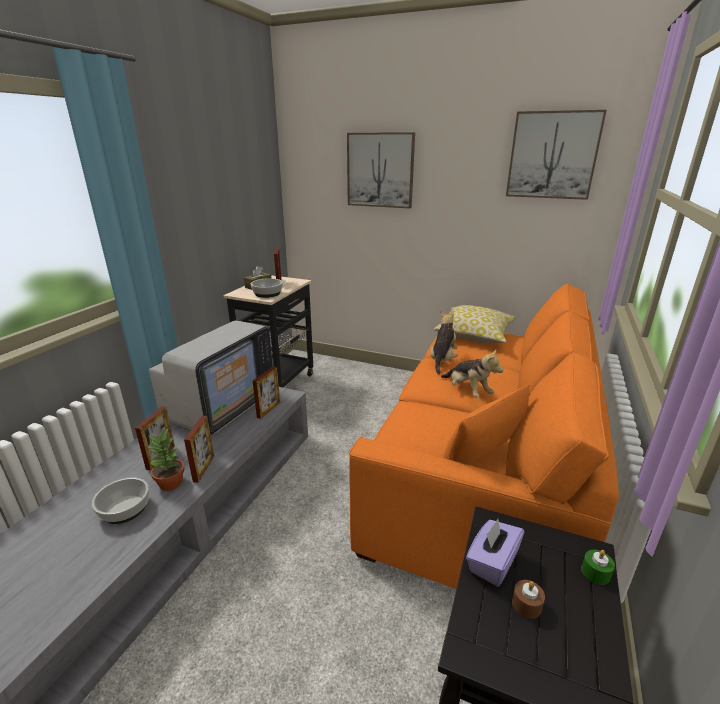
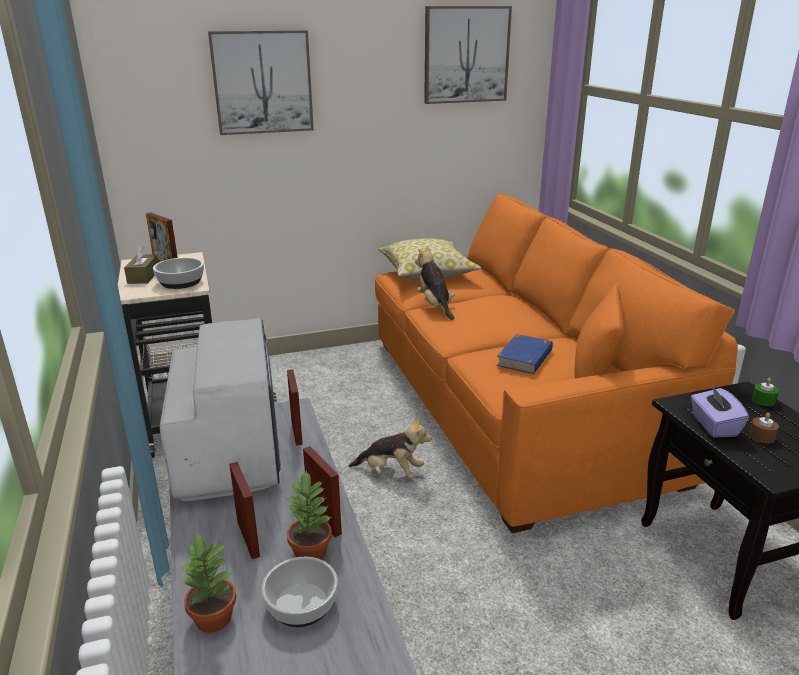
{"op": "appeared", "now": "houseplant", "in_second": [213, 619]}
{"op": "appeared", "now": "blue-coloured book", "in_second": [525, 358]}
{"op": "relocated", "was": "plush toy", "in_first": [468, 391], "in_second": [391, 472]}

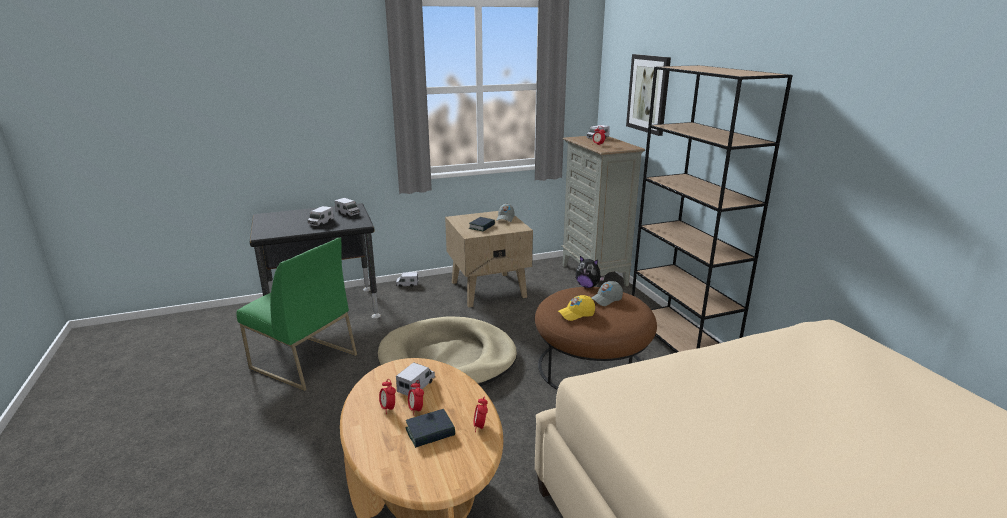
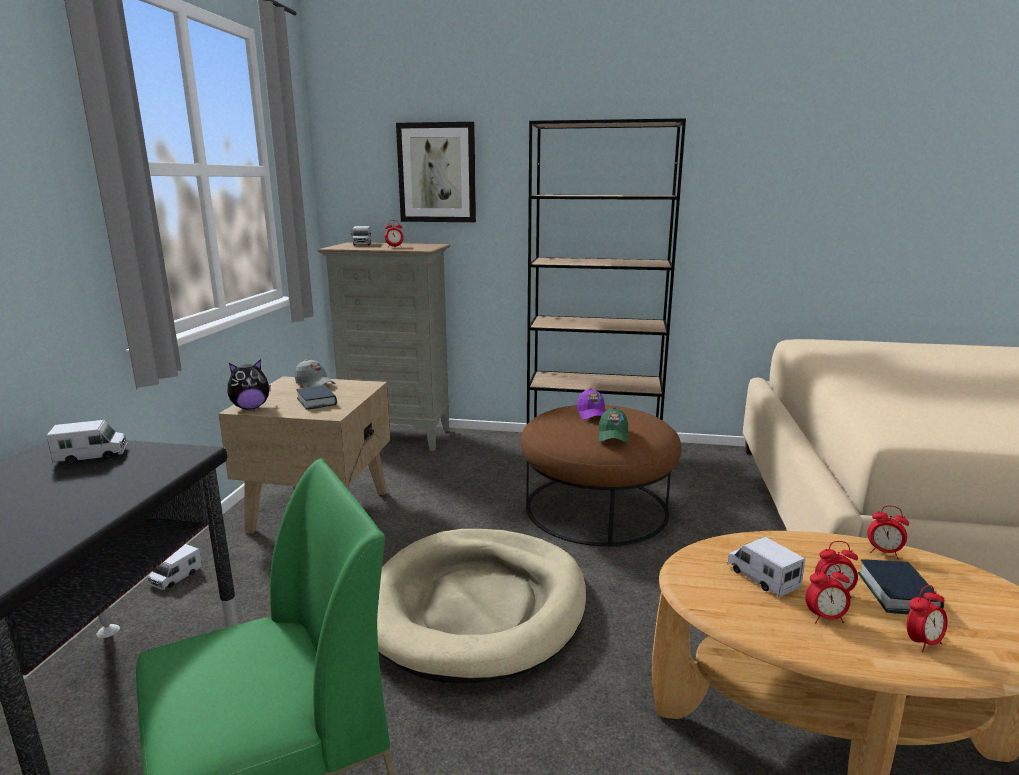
{"op": "missing", "was": "toy lorry", "in_first": [321, 223]}
{"op": "appeared", "now": "bedside clock", "in_second": [922, 642]}
{"op": "relocated", "was": "plush toy", "in_first": [588, 286], "in_second": [250, 407]}
{"op": "colour", "was": "yellow baseball cap", "now": "green-coloured baseball cap", "in_first": [576, 314], "in_second": [613, 436]}
{"op": "colour", "was": "grey baseball cap", "now": "purple baseball cap", "in_first": [606, 299], "in_second": [592, 414]}

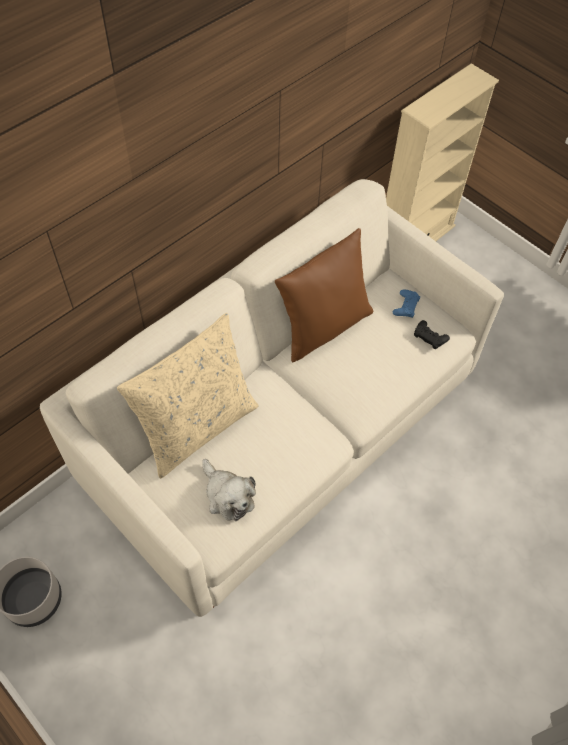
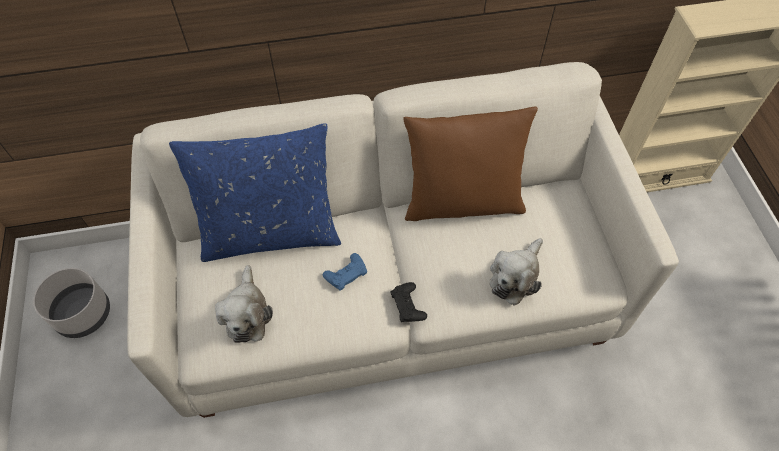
{"op": "appeared", "now": "plush toy", "in_second": [515, 276]}
{"op": "relocated", "was": "blue-coloured joypad", "in_first": [406, 306], "in_second": [346, 274]}
{"op": "relocated", "was": "black joypad", "in_first": [430, 337], "in_second": [408, 305]}
{"op": "colour", "was": "sand-coloured throw pillow", "now": "blue-coloured throw pillow", "in_first": [197, 426], "in_second": [271, 232]}

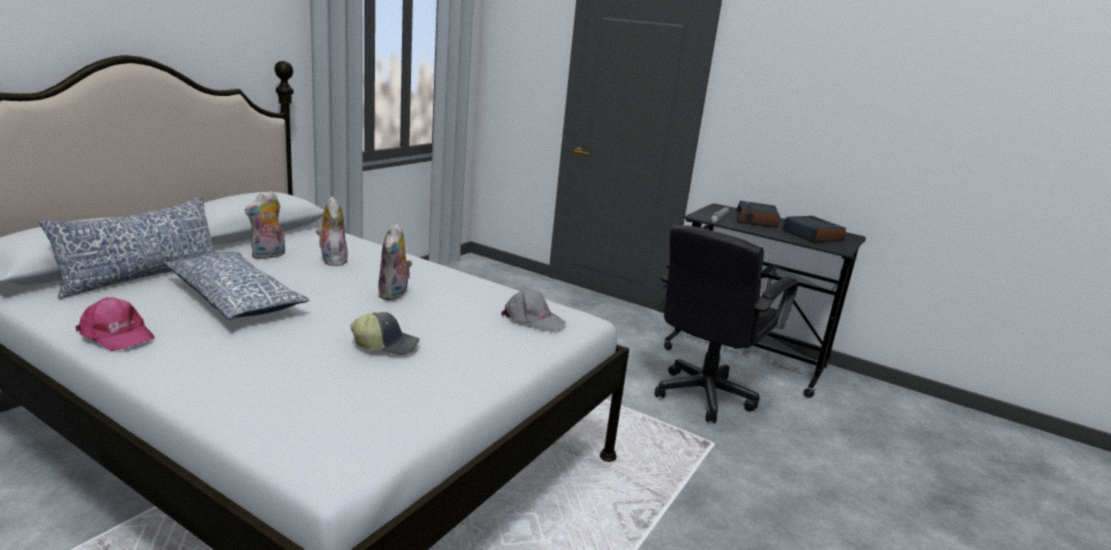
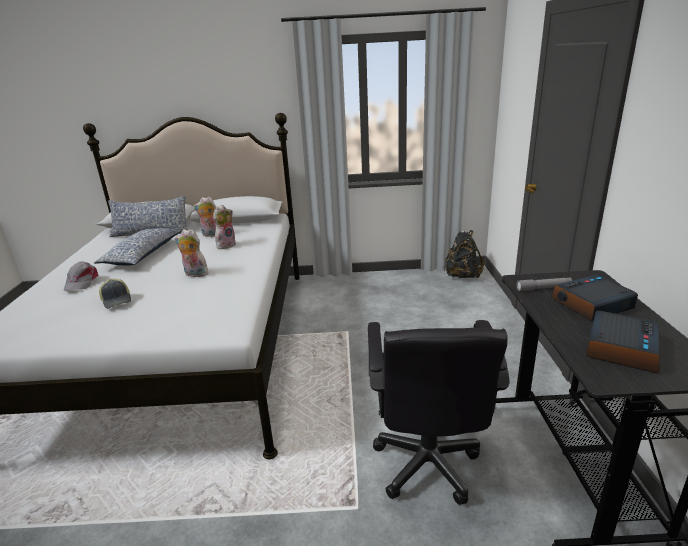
{"op": "missing", "was": "pink-coloured baseball cap", "in_first": [116, 335]}
{"op": "appeared", "now": "black rucksack", "in_second": [462, 276]}
{"op": "relocated", "was": "grey baseball cap", "in_first": [532, 319], "in_second": [81, 282]}
{"op": "spun", "was": "plush toy", "in_first": [394, 294], "in_second": [194, 274], "clockwise": 45}
{"op": "spun", "was": "black office chair", "in_first": [702, 399], "in_second": [428, 470], "clockwise": -90}

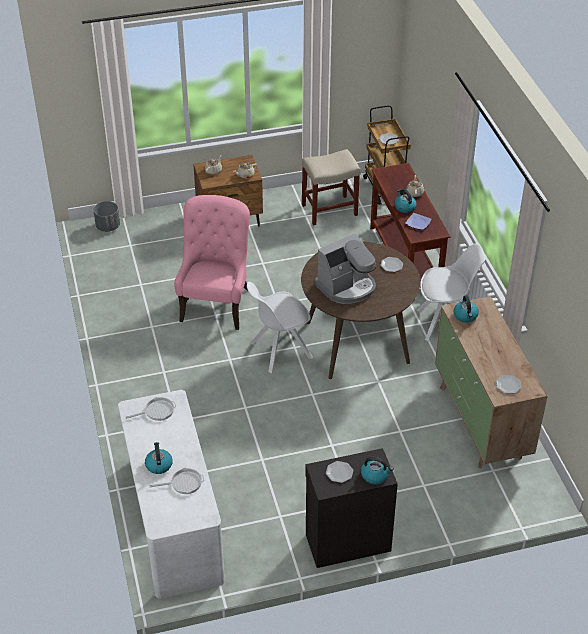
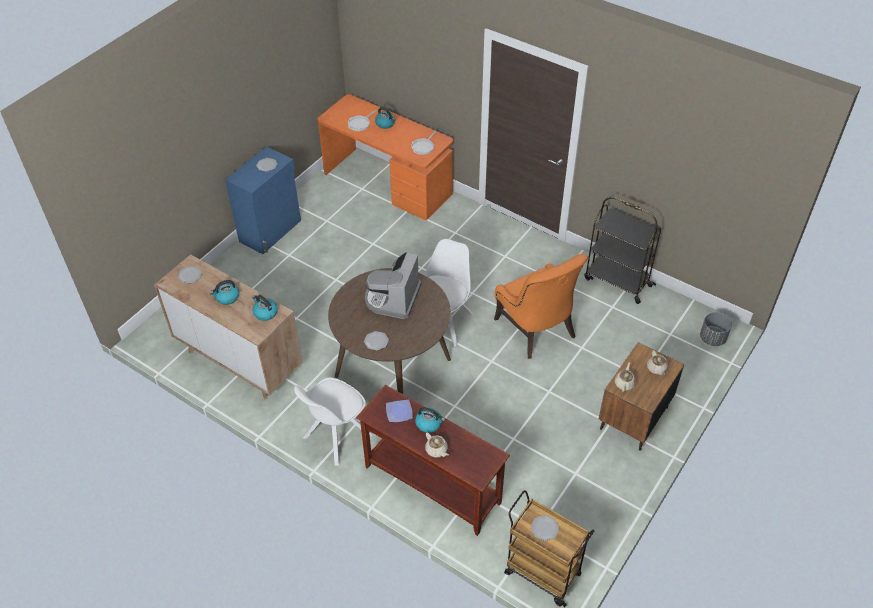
{"op": "missing", "was": "sand-coloured stool", "in_first": [330, 210]}
{"op": "appeared", "now": "black cart", "in_second": [617, 282]}
{"op": "relocated", "was": "tea kettle", "in_first": [375, 475], "in_second": [227, 297]}
{"op": "colour", "was": "whitish desk table", "now": "orange-coloured desk table", "in_first": [173, 520], "in_second": [388, 183]}
{"op": "colour", "was": "pink-coloured plain chair", "now": "orange-coloured plain chair", "in_first": [216, 304], "in_second": [536, 328]}
{"op": "colour", "was": "black cabinet", "now": "blue-coloured cabinet", "in_first": [347, 542], "in_second": [271, 231]}

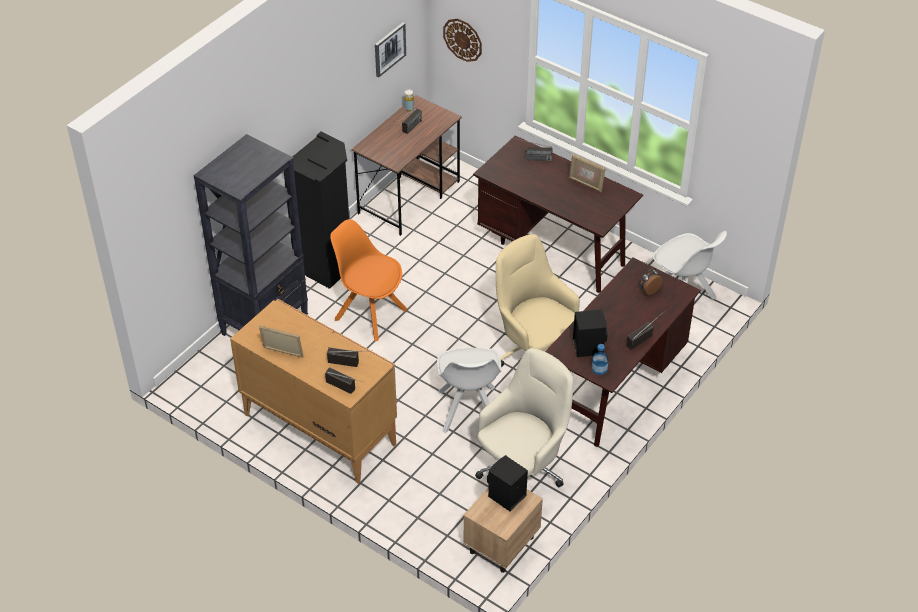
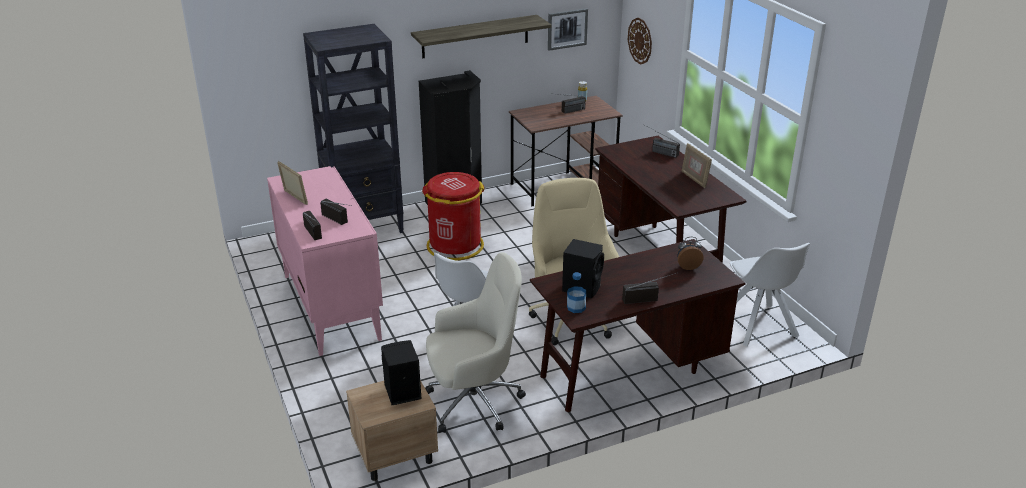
{"op": "appeared", "now": "shelf", "in_second": [475, 36]}
{"op": "exchanged", "was": "orange-coloured plain chair", "now": "reddish trash can", "in_first": [370, 314], "in_second": [455, 246]}
{"op": "colour", "was": "brownish cabinet", "now": "pink-coloured cabinet", "in_first": [319, 429], "in_second": [331, 306]}

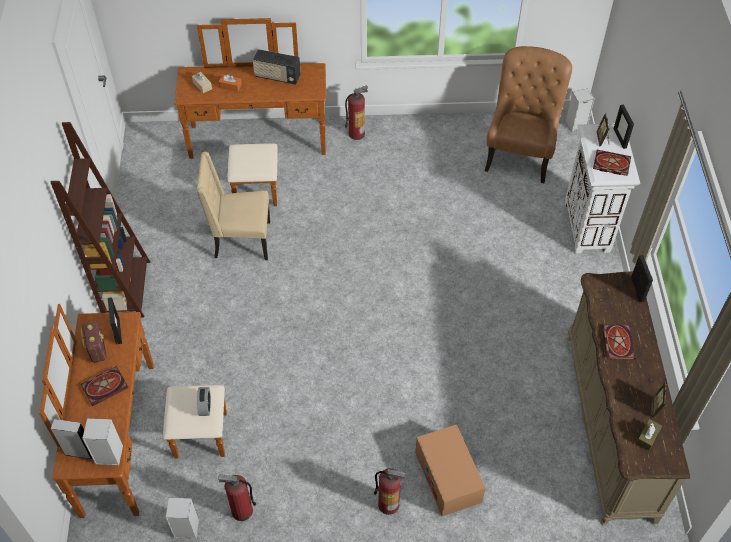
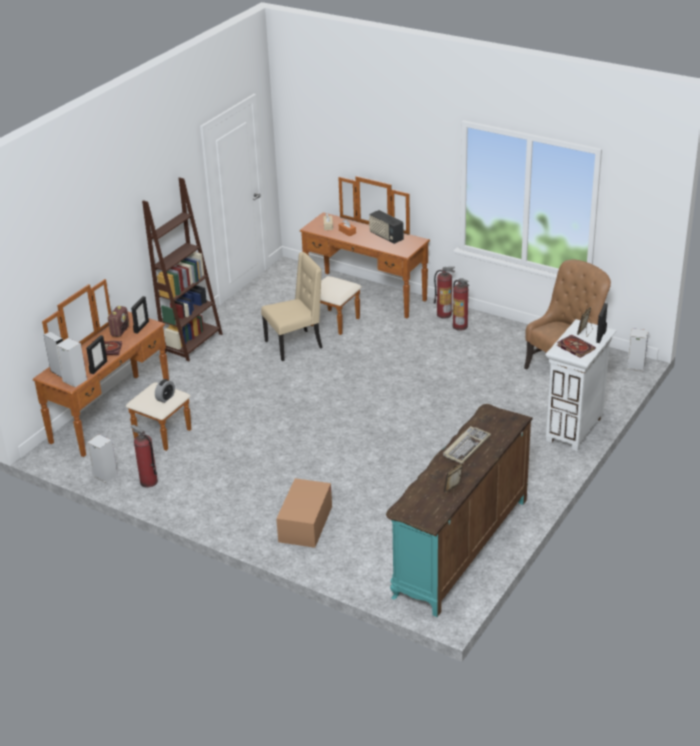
{"op": "missing", "was": "brownish tissue holder", "in_first": [647, 437]}
{"op": "relocated", "was": "extinguisher", "in_first": [389, 504], "in_second": [460, 326]}
{"op": "relocated", "was": "photo frame", "in_first": [636, 289], "in_second": [98, 367]}
{"op": "exchanged", "was": "book", "now": "computer keyboard", "in_first": [617, 342], "in_second": [466, 446]}
{"op": "colour", "was": "sand-coloured cabinet", "now": "blue-green cabinet", "in_first": [607, 425], "in_second": [459, 546]}
{"op": "spun", "was": "sand-coloured plain chair", "in_first": [241, 241], "in_second": [295, 345], "clockwise": 120}

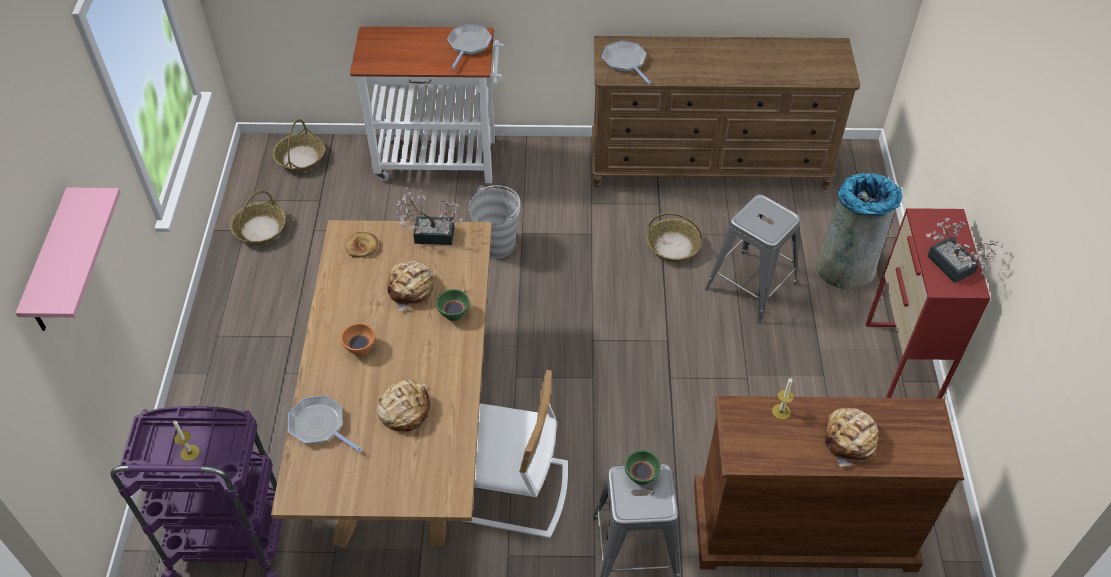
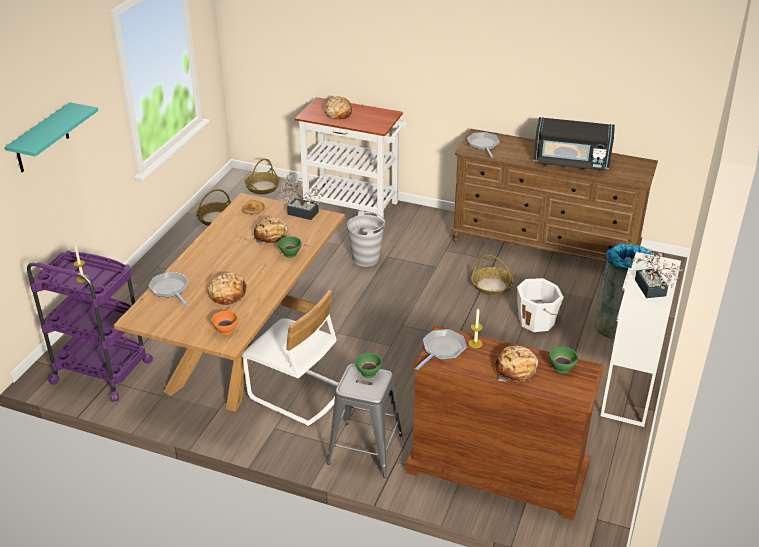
{"op": "appeared", "now": "bread", "in_second": [338, 113]}
{"op": "appeared", "now": "black kitchen microwave", "in_second": [571, 161]}
{"op": "appeared", "now": "green-coloured deep dish", "in_second": [562, 368]}
{"op": "relocated", "was": "orange-coloured deep dish", "in_first": [361, 348], "in_second": [226, 330]}
{"op": "relocated", "was": "pan", "in_first": [468, 45], "in_second": [442, 349]}
{"op": "exchanged", "was": "grey stool", "now": "whitish water bucket", "in_first": [750, 286], "in_second": [537, 321]}
{"op": "colour", "was": "pink-coloured shelf", "now": "blue-green shelf", "in_first": [51, 265], "in_second": [41, 139]}
{"op": "colour", "was": "reddish cabinet", "now": "whitish cabinet", "in_first": [898, 367], "in_second": [627, 394]}

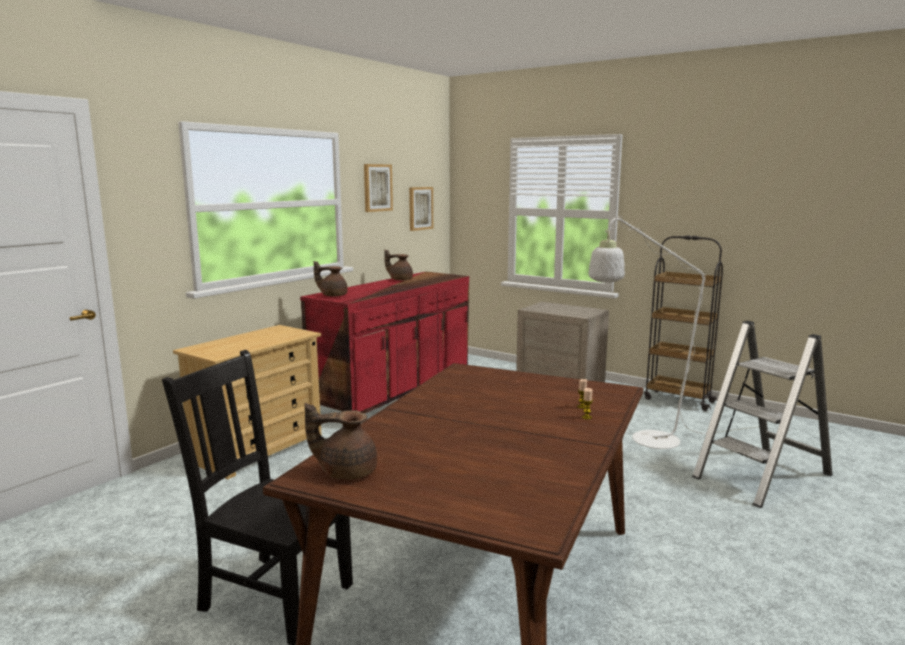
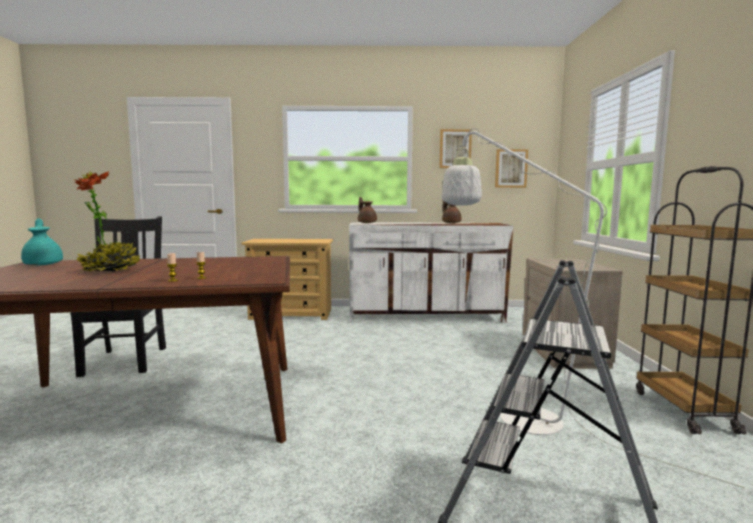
{"op": "appeared", "now": "houseplant", "in_second": [110, 270]}
{"op": "colour", "was": "reddish cabinet", "now": "whitish cabinet", "in_first": [396, 394], "in_second": [426, 316]}
{"op": "colour", "was": "brownish tea pot", "now": "blue-green tea pot", "in_first": [346, 471], "in_second": [44, 264]}

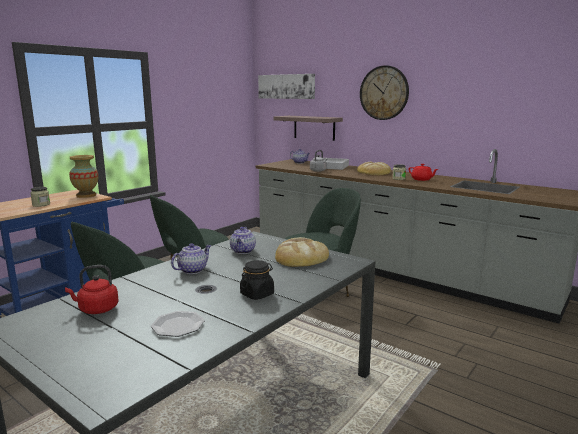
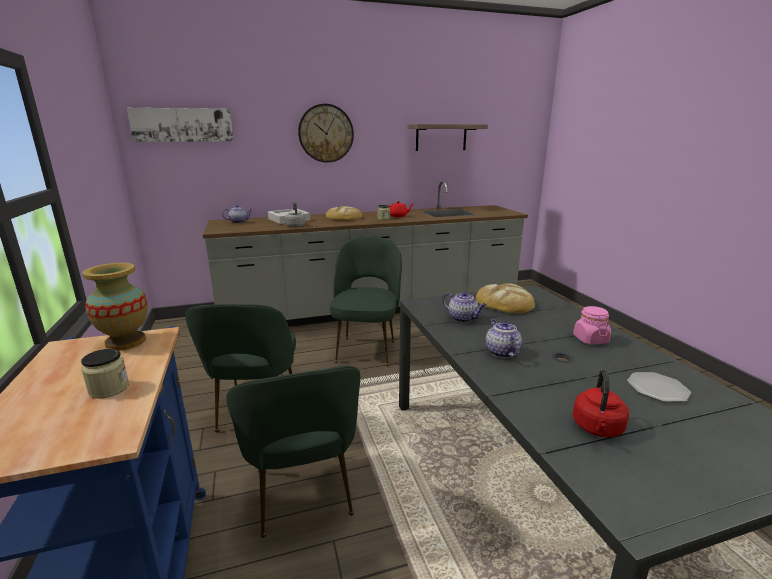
{"op": "relocated", "was": "shelf", "in_first": [314, 127], "in_second": [441, 137]}
{"op": "colour", "was": "black jar", "now": "pink-coloured jar", "in_first": [257, 294], "in_second": [590, 339]}

